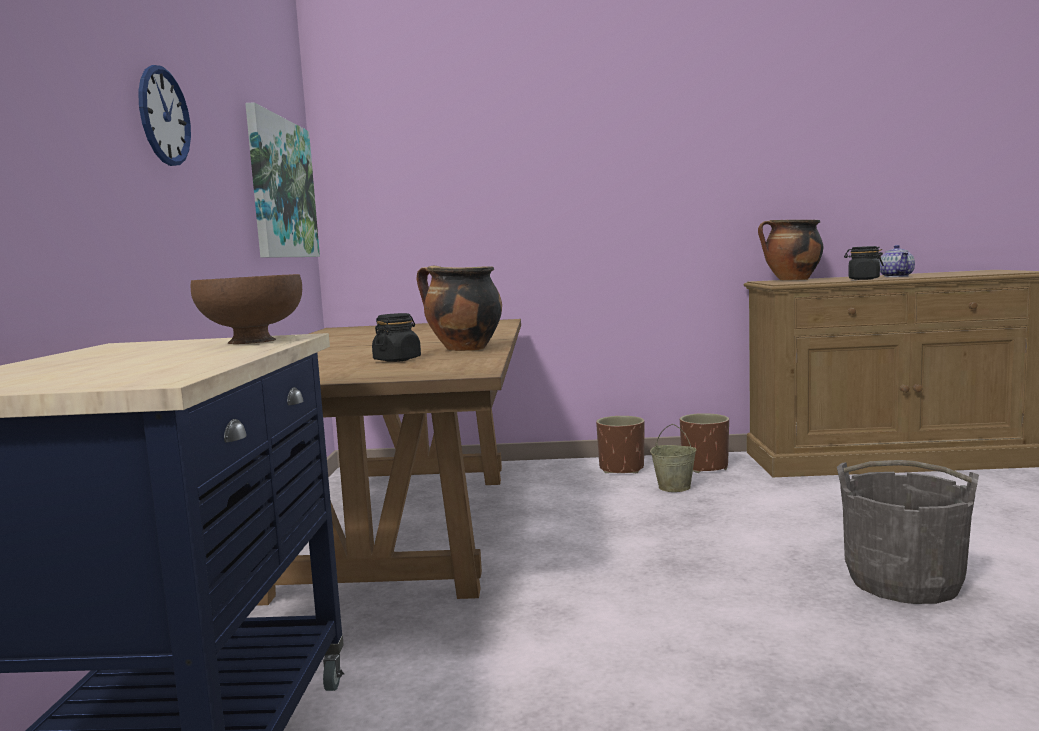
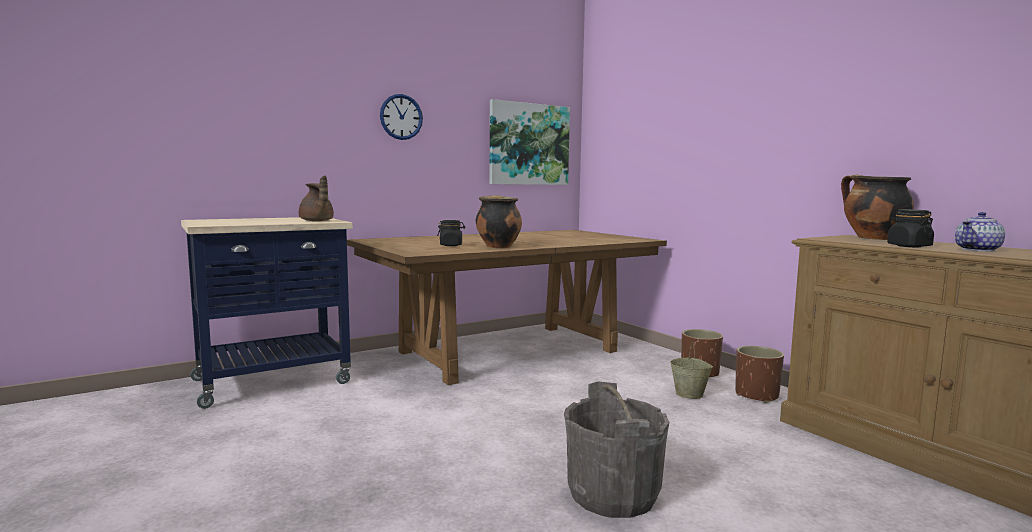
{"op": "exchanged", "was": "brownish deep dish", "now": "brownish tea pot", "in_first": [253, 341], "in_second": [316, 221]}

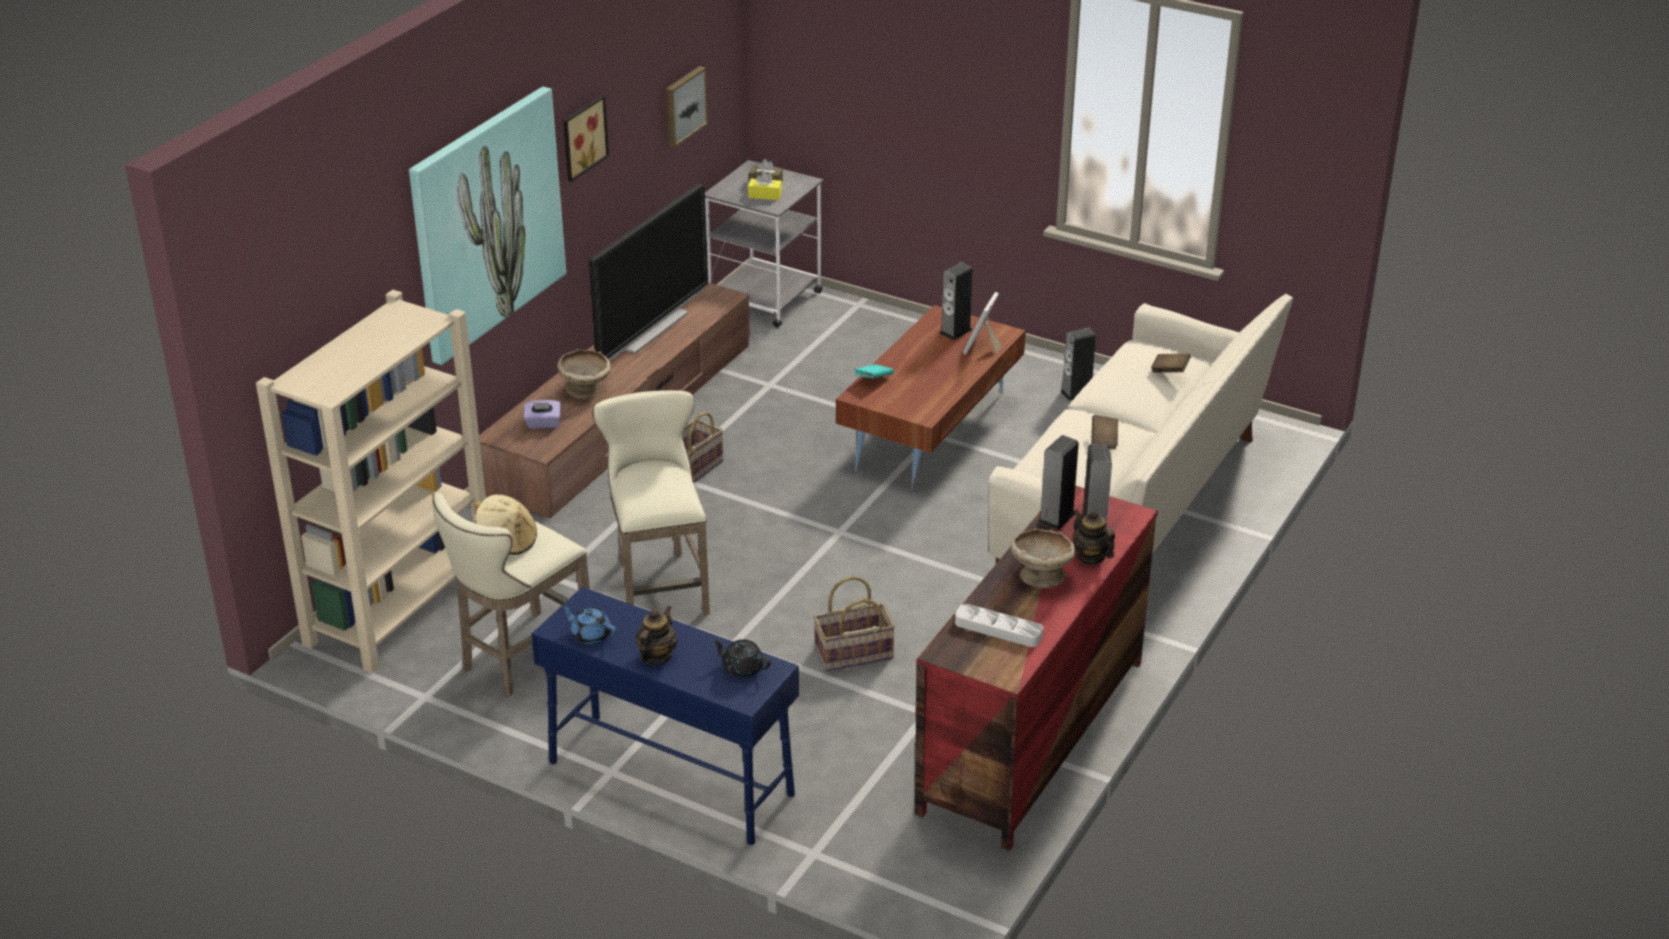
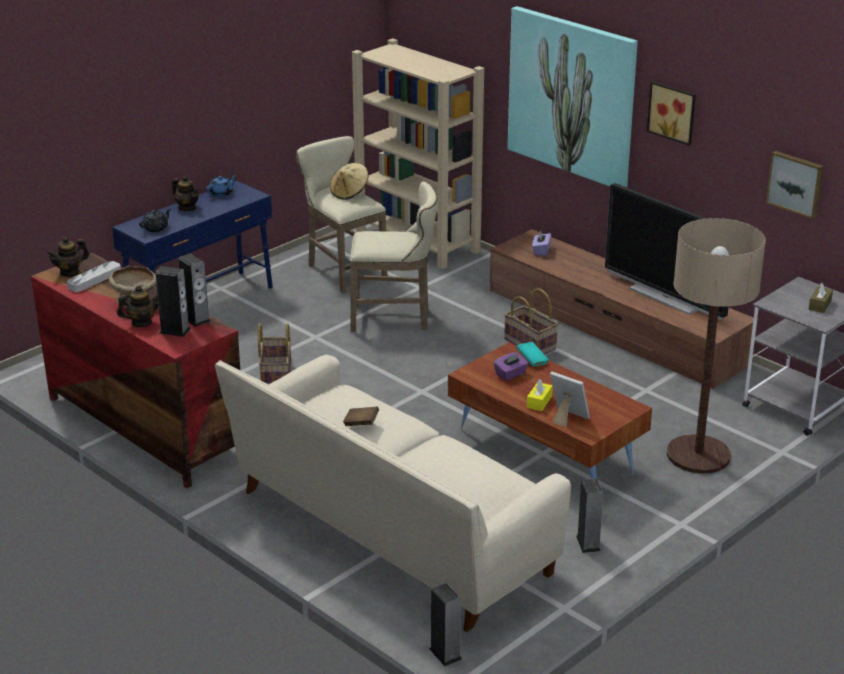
{"op": "missing", "was": "sand-coloured deep dish", "in_first": [586, 390]}
{"op": "missing", "was": "brownish book", "in_first": [1169, 371]}
{"op": "appeared", "now": "tea pot", "in_second": [70, 272]}
{"op": "appeared", "now": "purple tissue holder", "in_second": [510, 374]}
{"op": "appeared", "now": "floor lamp", "in_second": [698, 455]}
{"op": "relocated", "was": "yellow tissue holder", "in_first": [764, 195], "in_second": [539, 402]}
{"op": "relocated", "was": "audio speaker", "in_first": [955, 331], "in_second": [445, 654]}

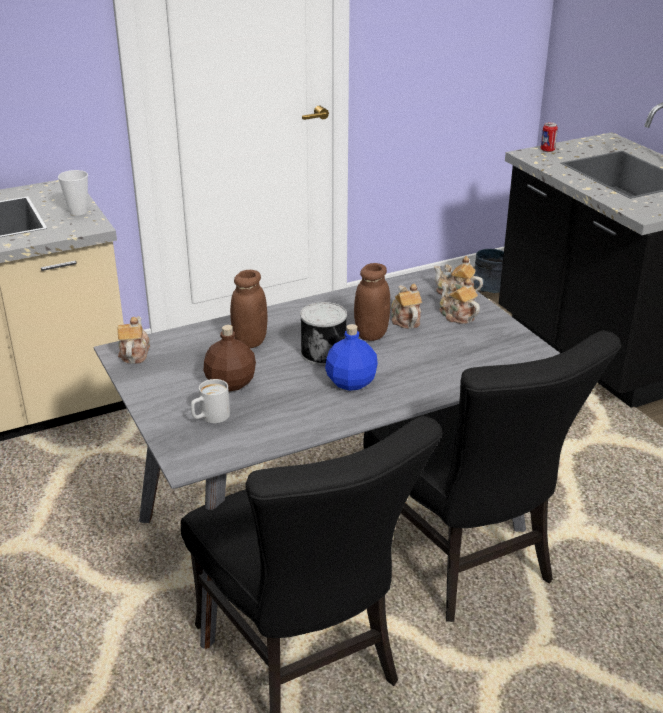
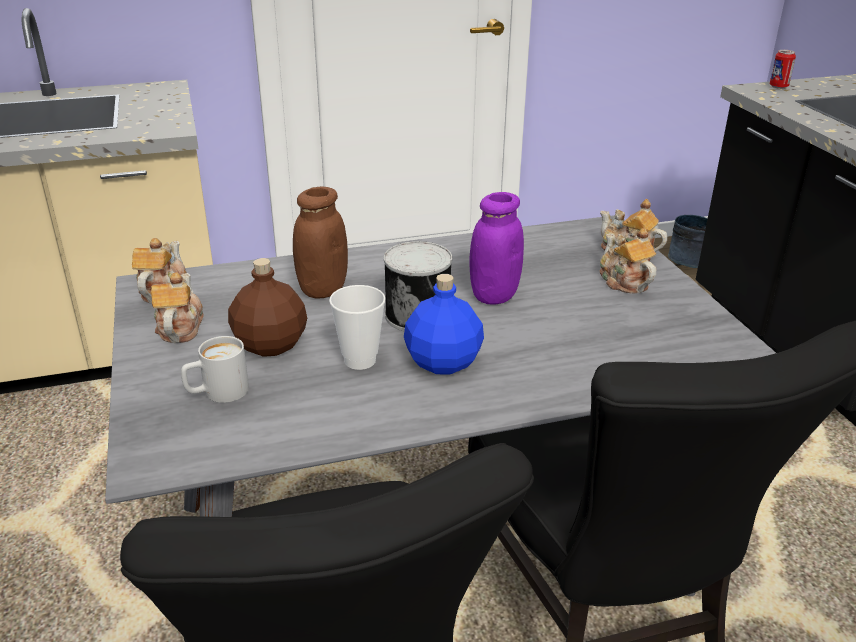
{"op": "relocated", "was": "drinking cup", "in_first": [78, 212], "in_second": [360, 360]}
{"op": "relocated", "was": "tea pot", "in_first": [405, 320], "in_second": [180, 328]}
{"op": "colour", "was": "brownish jar", "now": "purple jar", "in_first": [371, 334], "in_second": [494, 295]}

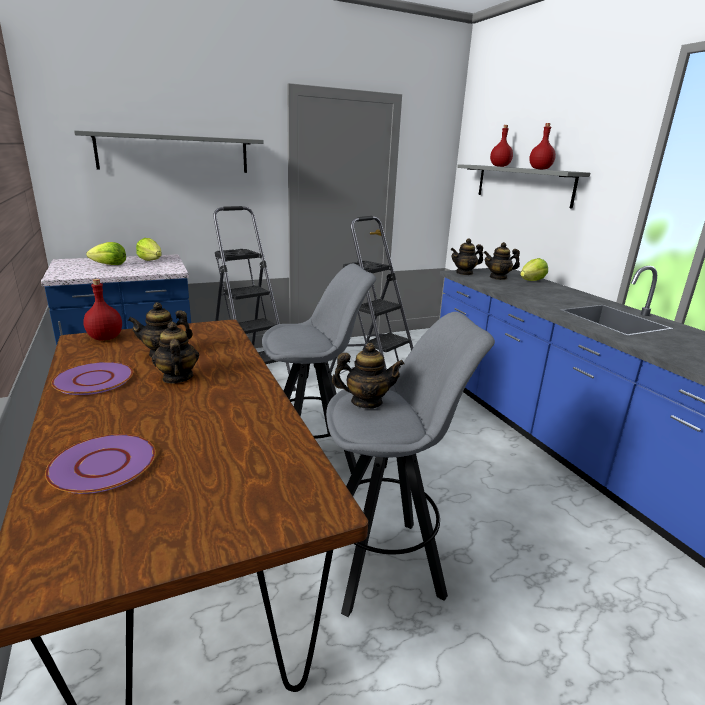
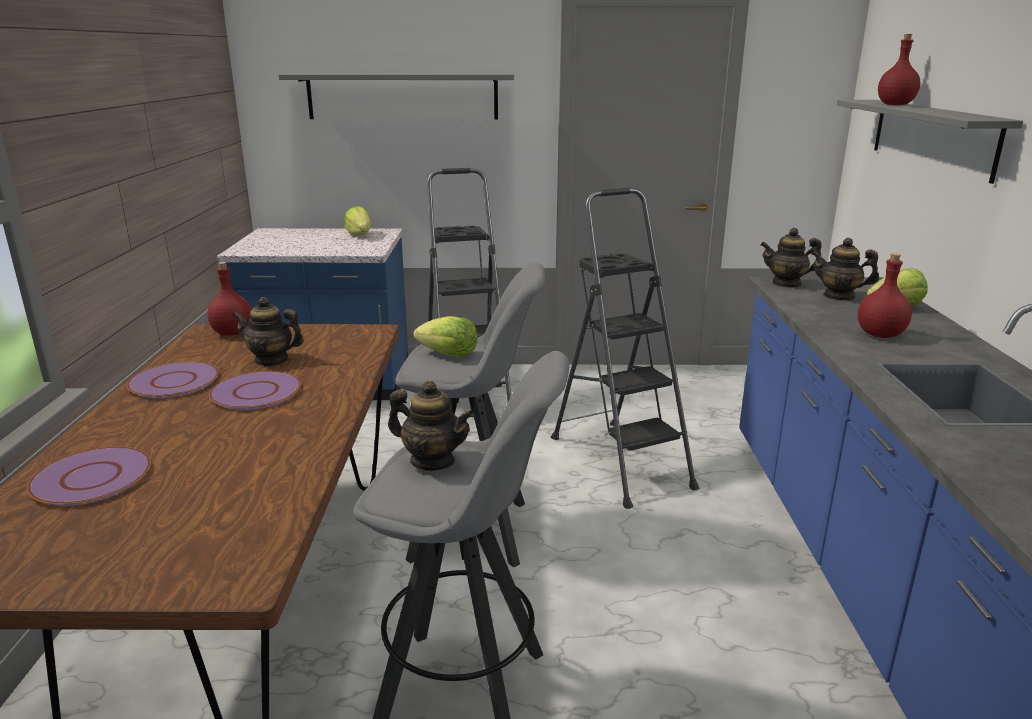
{"op": "relocated", "was": "head of lettuce", "in_first": [109, 265], "in_second": [448, 354]}
{"op": "relocated", "was": "reddish bottle", "in_first": [539, 169], "in_second": [879, 334]}
{"op": "exchanged", "was": "tea pot", "now": "purple dinner plate", "in_first": [177, 378], "in_second": [255, 392]}

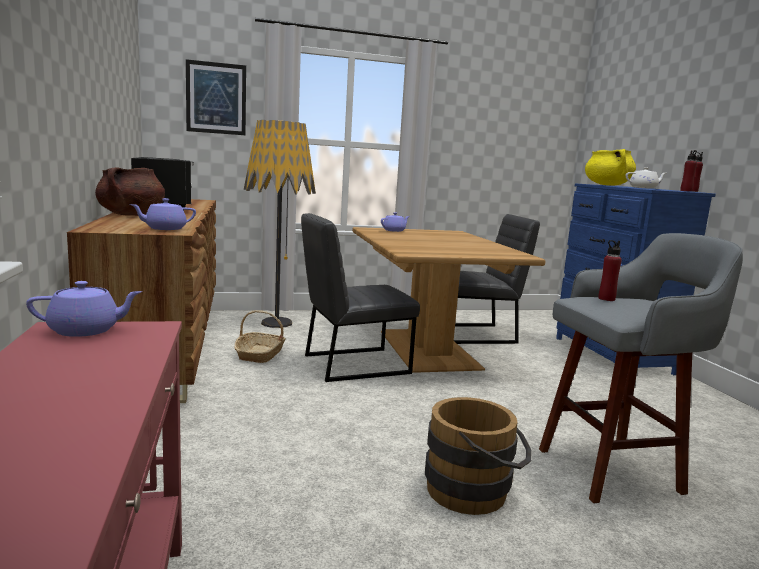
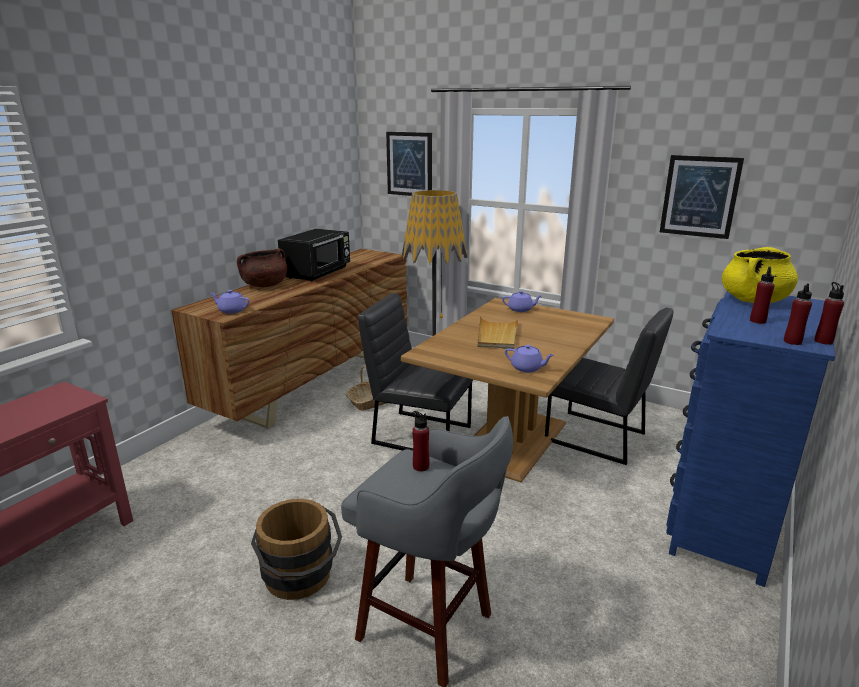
{"op": "appeared", "now": "sand-coloured carrying tray", "in_second": [497, 335]}
{"op": "appeared", "now": "wall art", "in_second": [700, 196]}
{"op": "relocated", "was": "purple tea pot", "in_first": [86, 330], "in_second": [527, 368]}
{"op": "exchanged", "was": "whitish tea pot", "now": "reddish bottle", "in_first": [644, 188], "in_second": [757, 321]}

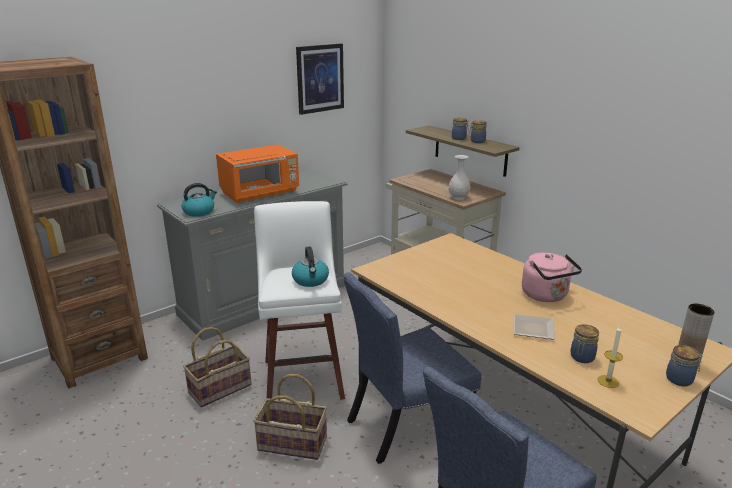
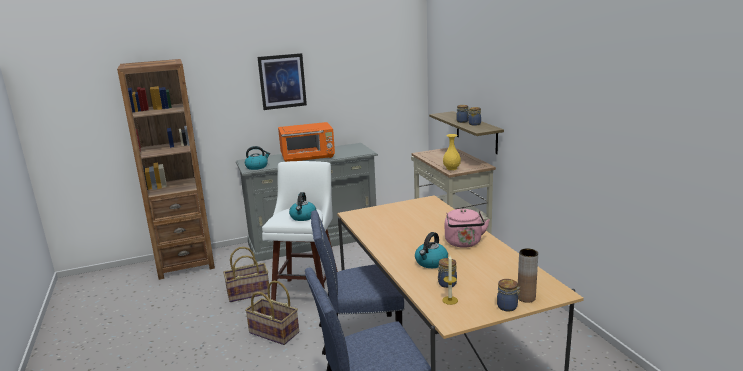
{"op": "relocated", "was": "wall art", "in_first": [320, 78], "in_second": [282, 81]}
{"op": "exchanged", "was": "dinner plate", "now": "tea kettle", "in_first": [534, 328], "in_second": [431, 262]}
{"op": "colour", "was": "whitish vase", "now": "yellow vase", "in_first": [458, 197], "in_second": [451, 168]}

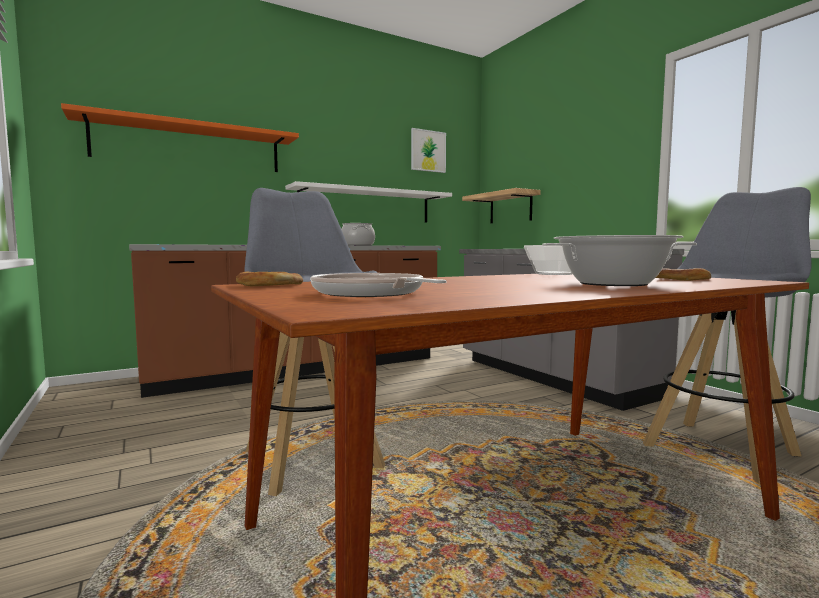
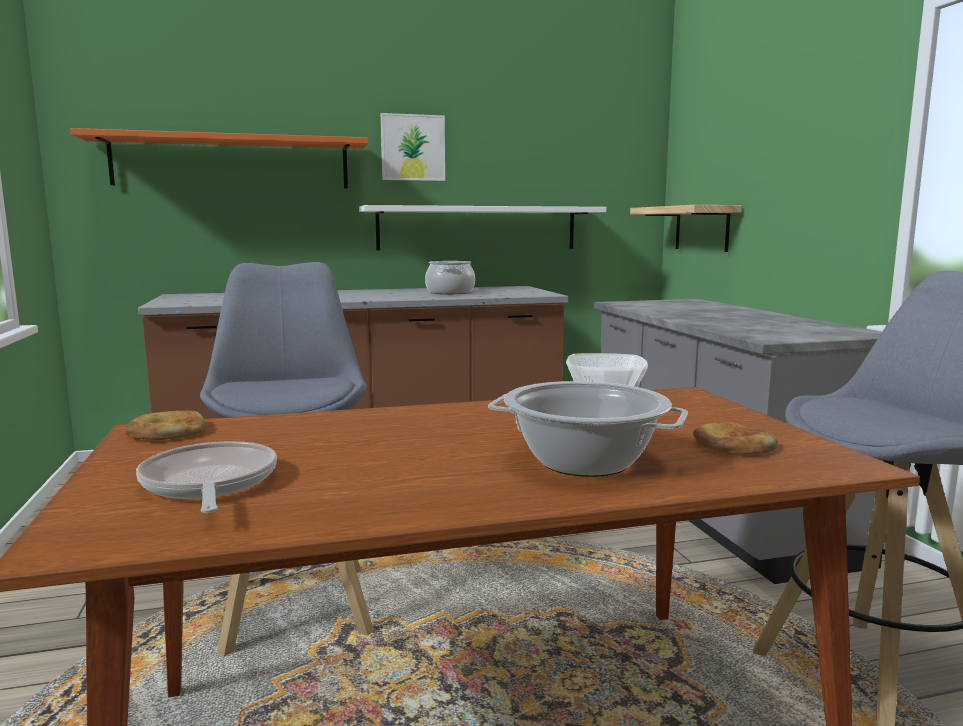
{"op": "relocated", "was": "wall art", "in_first": [428, 151], "in_second": [413, 147]}

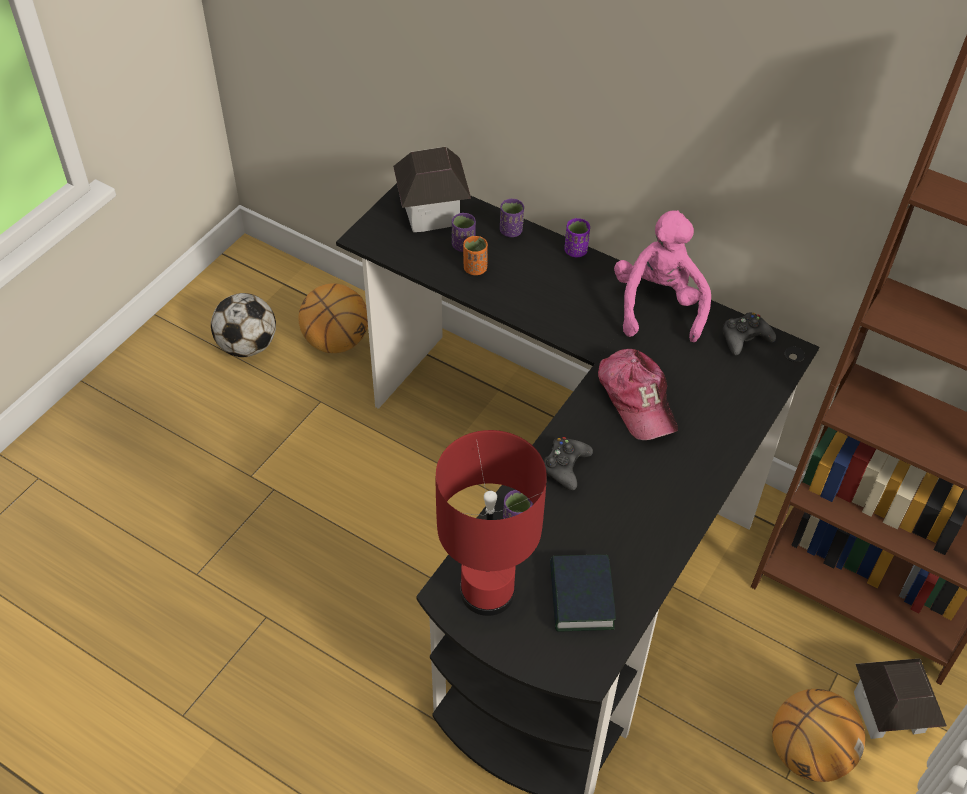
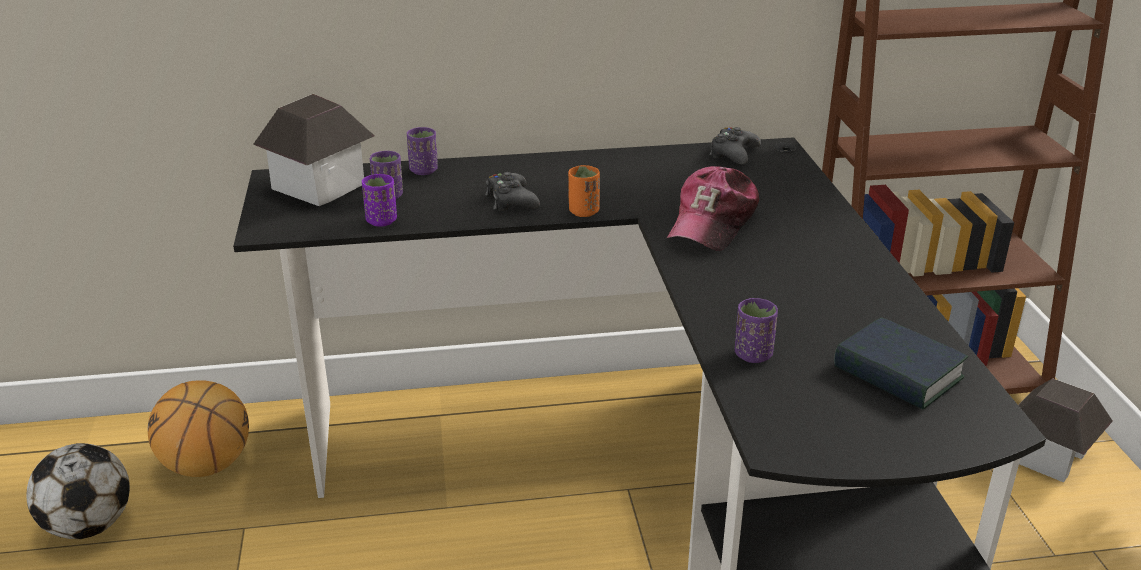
{"op": "missing", "was": "reddish tabletop lamp", "in_first": [487, 592]}
{"op": "missing", "was": "pink-coloured plush toy", "in_first": [658, 305]}
{"op": "missing", "was": "ball for basketball", "in_first": [807, 753]}
{"op": "relocated", "was": "orange-coloured drinking cup", "in_first": [475, 269], "in_second": [583, 212]}
{"op": "relocated", "was": "black joypad", "in_first": [565, 466], "in_second": [511, 201]}
{"op": "relocated", "was": "purple drinking cup", "in_first": [575, 251], "in_second": [381, 221]}
{"op": "spun", "was": "baseball cap", "in_first": [636, 399], "in_second": [713, 223], "clockwise": 90}

